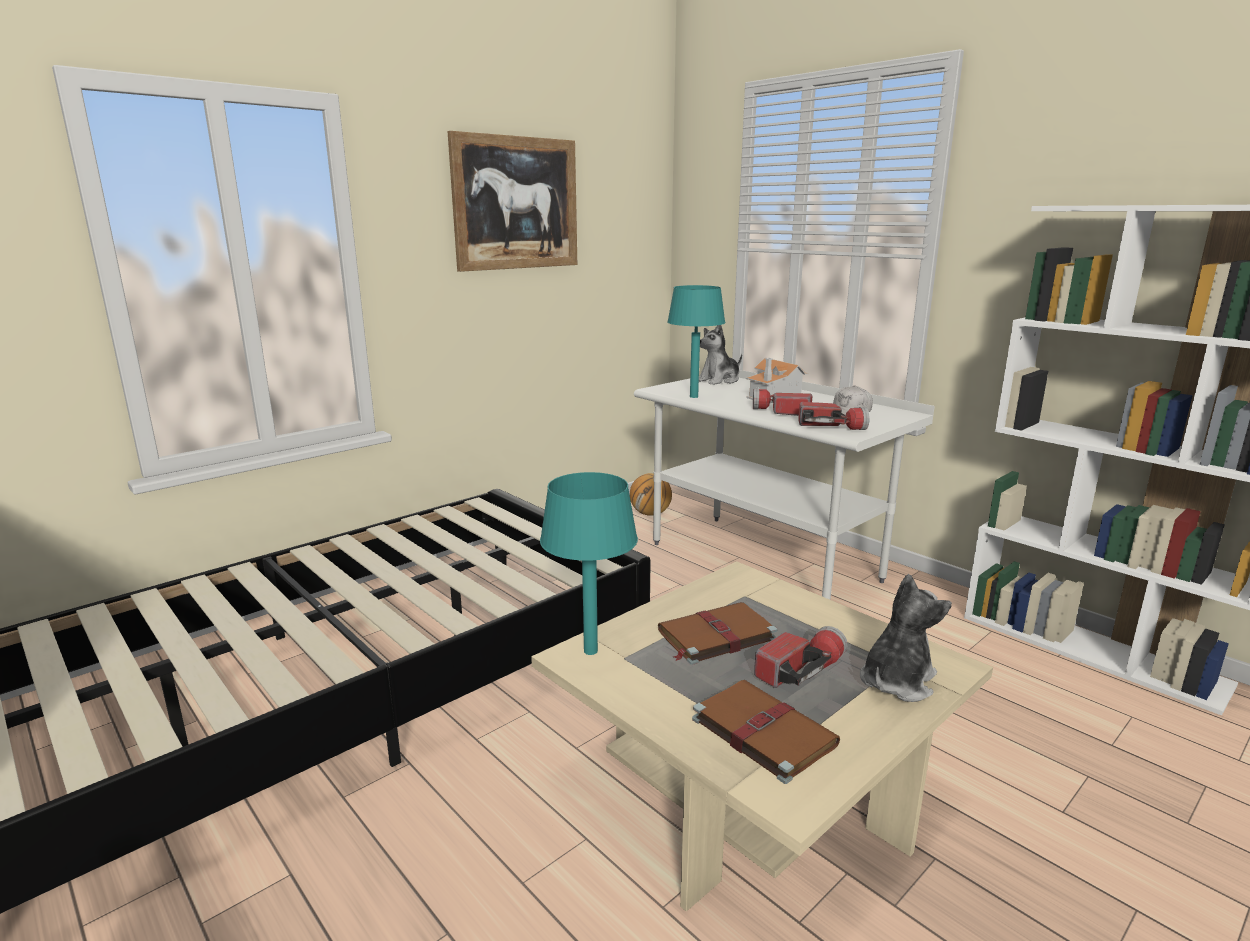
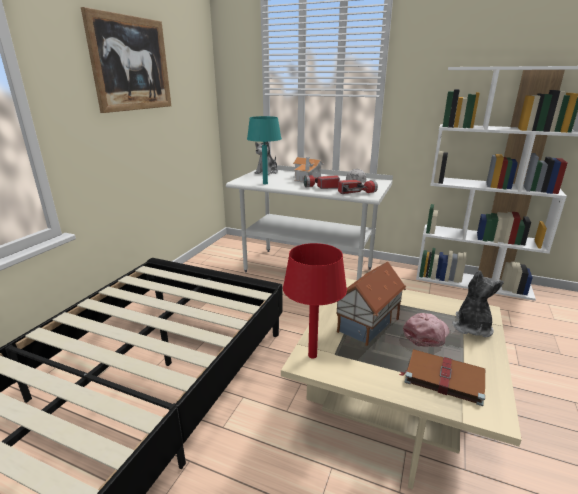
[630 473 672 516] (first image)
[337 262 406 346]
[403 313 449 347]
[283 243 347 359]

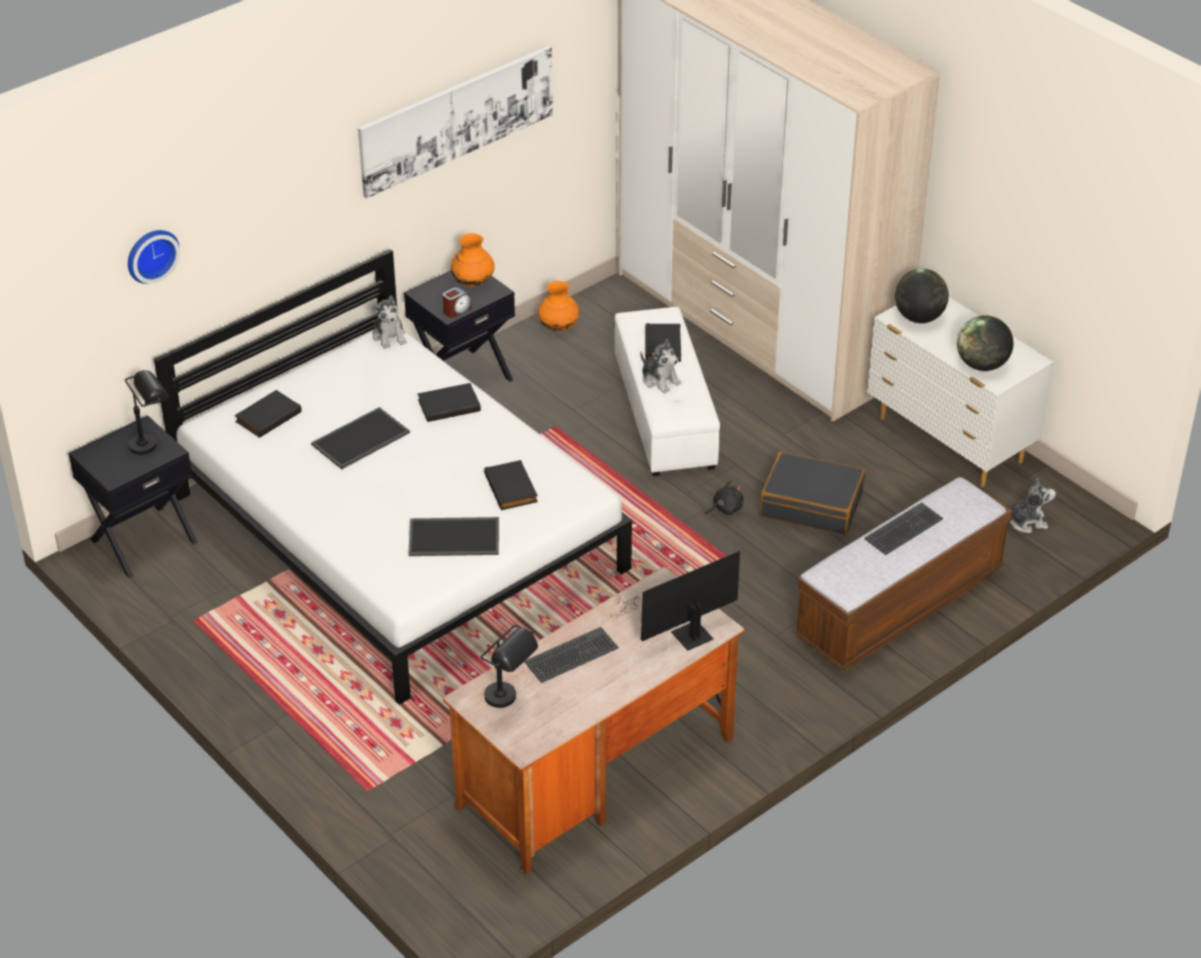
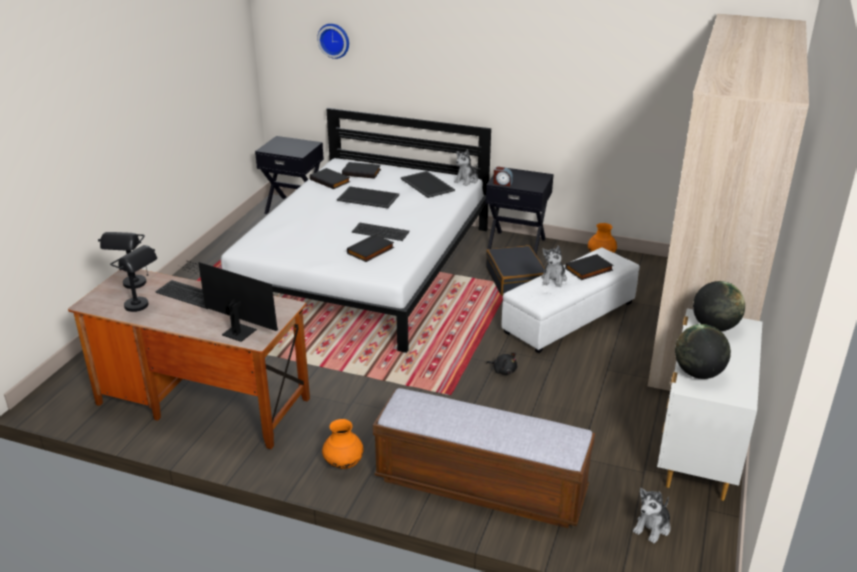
[358 46 553 199] (first image)
[110 245 157 312]
[401 171 455 198]
[310 168 350 189]
[322 419 363 469]
[486 245 545 296]
[352 223 410 241]
[633 488 671 543]

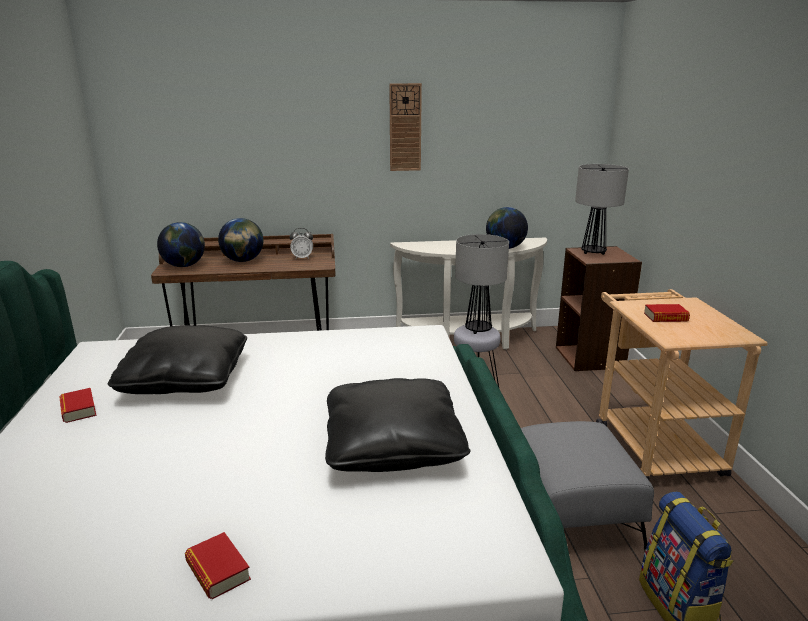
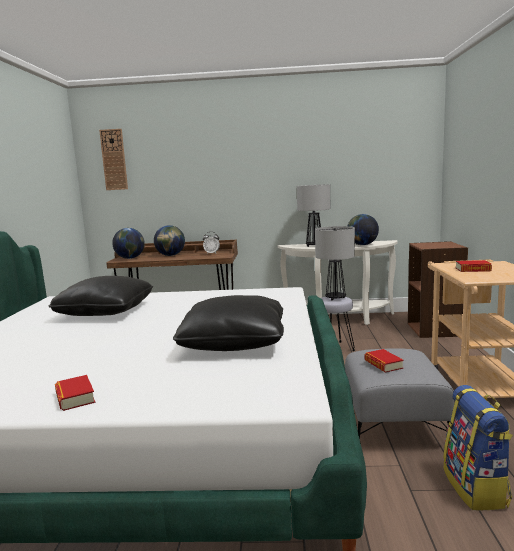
[364 349 404 372]
[99 129 128 190]
[297 184 331 247]

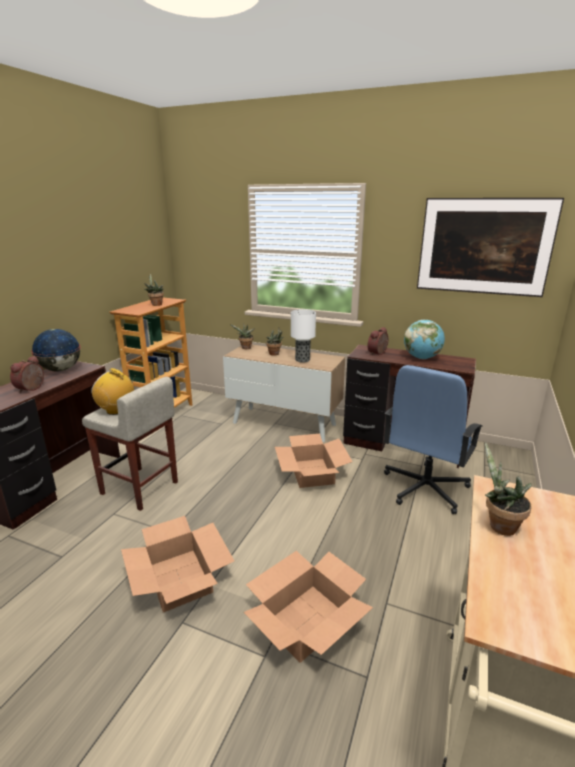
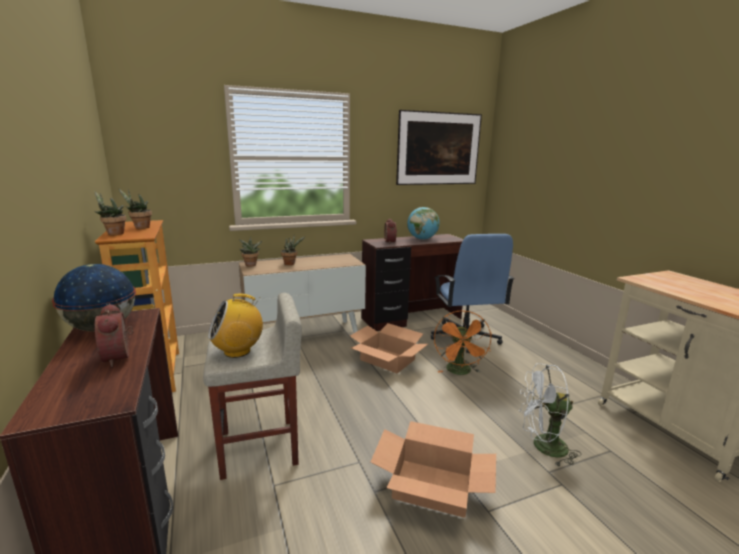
[291 309 316 363] (first image)
[434 310 492 375]
[94 192 126 235]
[519 363 581 466]

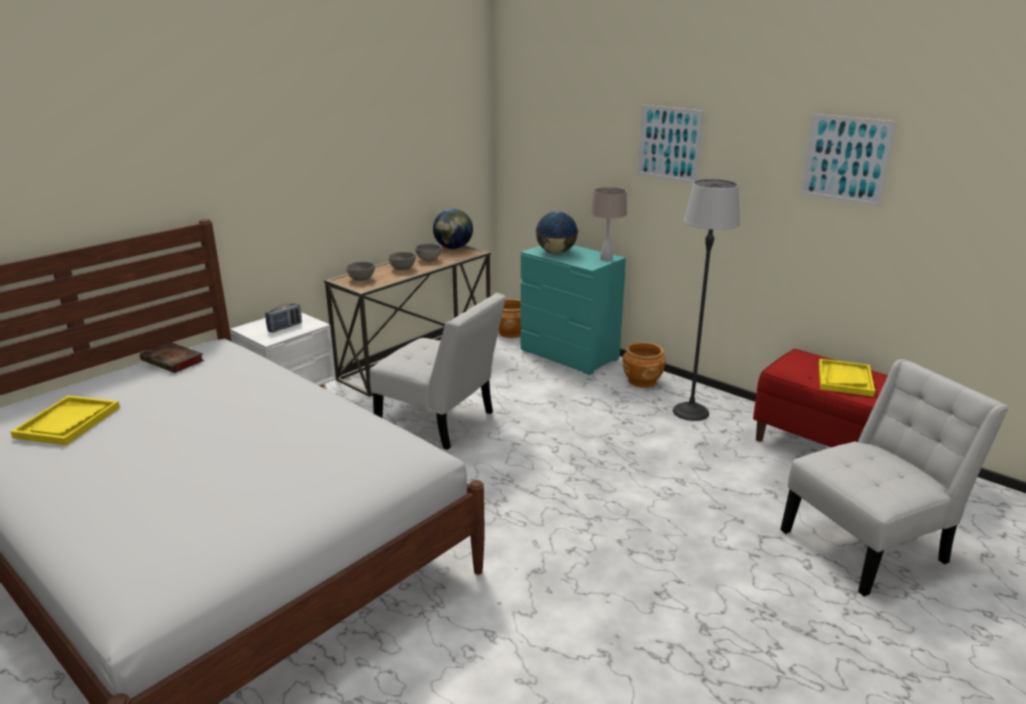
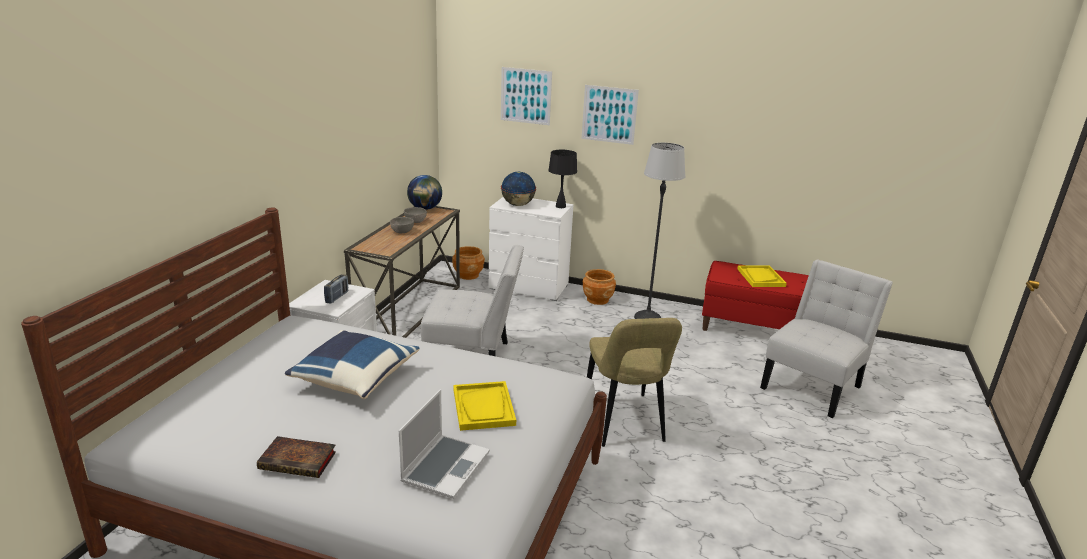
[346 262 375 281] (first image)
[285 330 419 399]
[399 389 490 499]
[587 318 682 447]
[454 381 516 431]
[257 436 336 478]
[501 67 552 125]
[489 197 574 301]
[548 150 577 208]

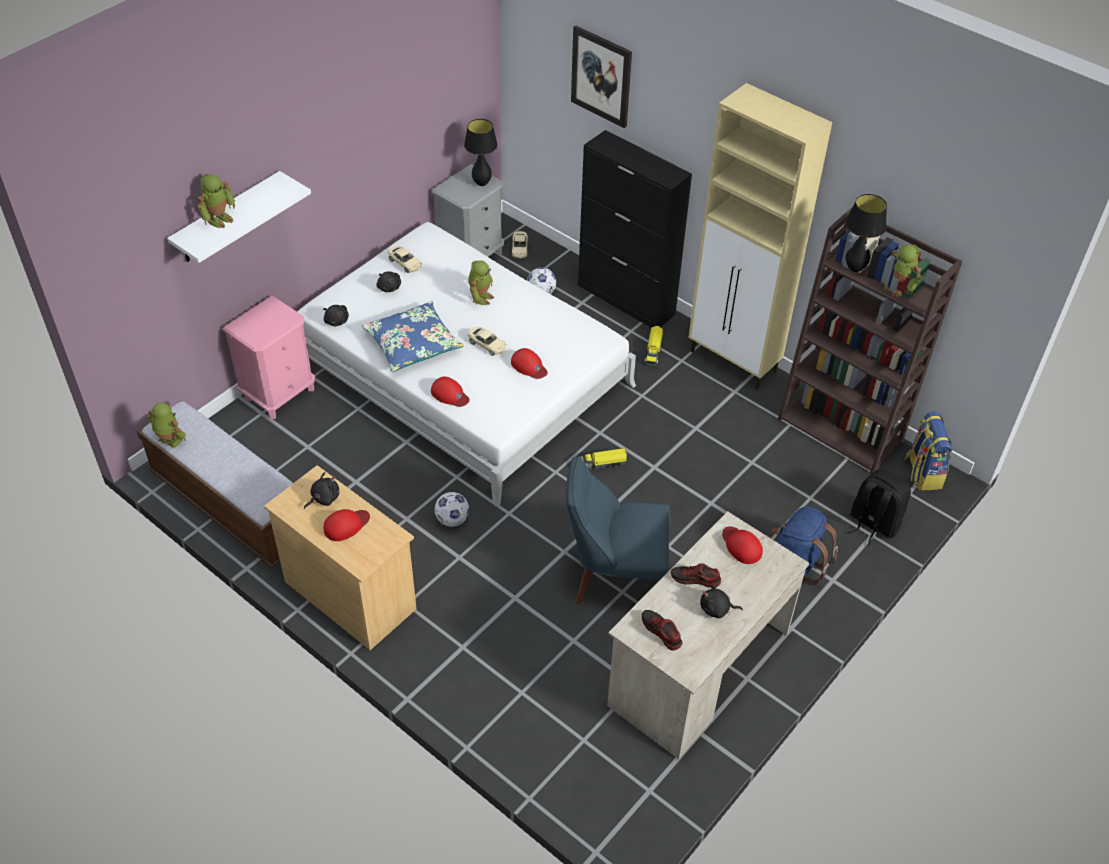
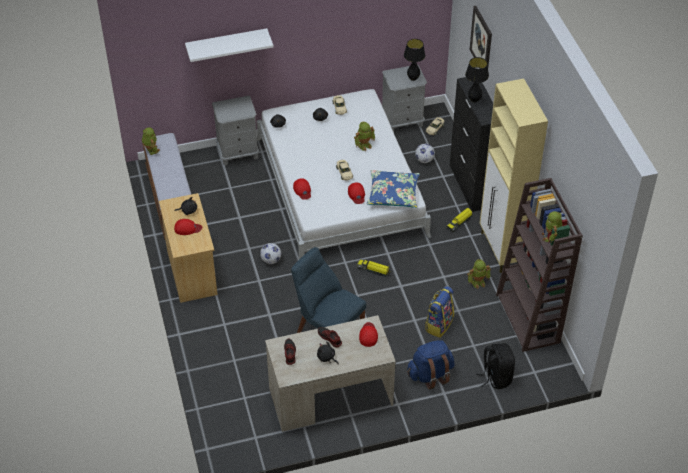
[467 259 491 289]
[367 170 420 208]
[465 57 489 102]
[425 286 454 338]
[212 96 259 165]

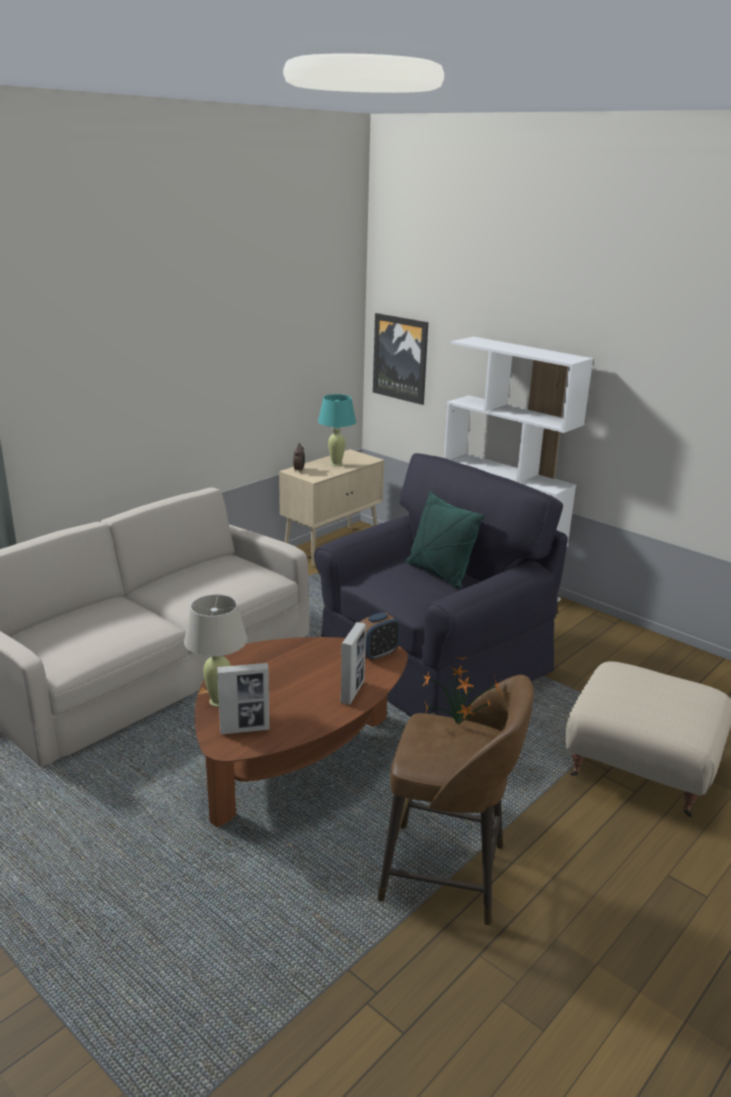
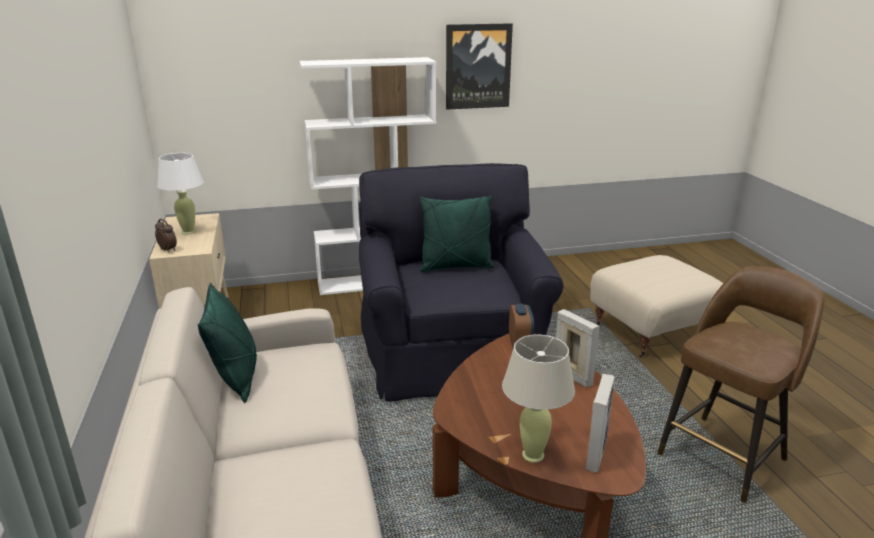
[423 656 502 725] (first image)
[198 283 257 403]
[446 23 513 110]
[157 153 203 234]

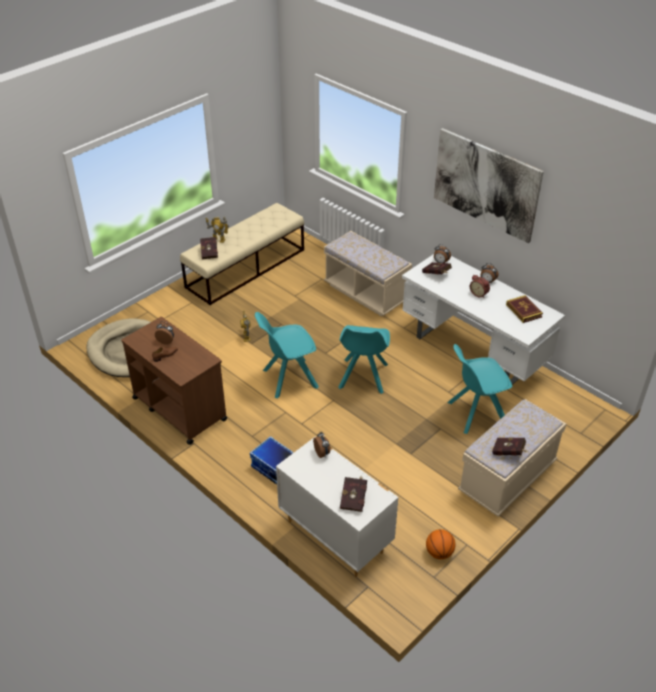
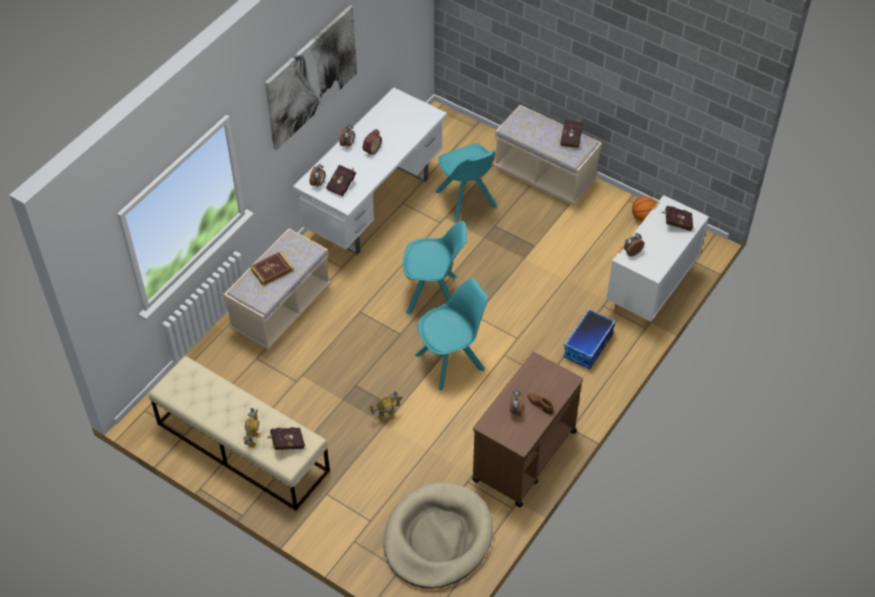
[250 252 294 286]
[415 278 488 391]

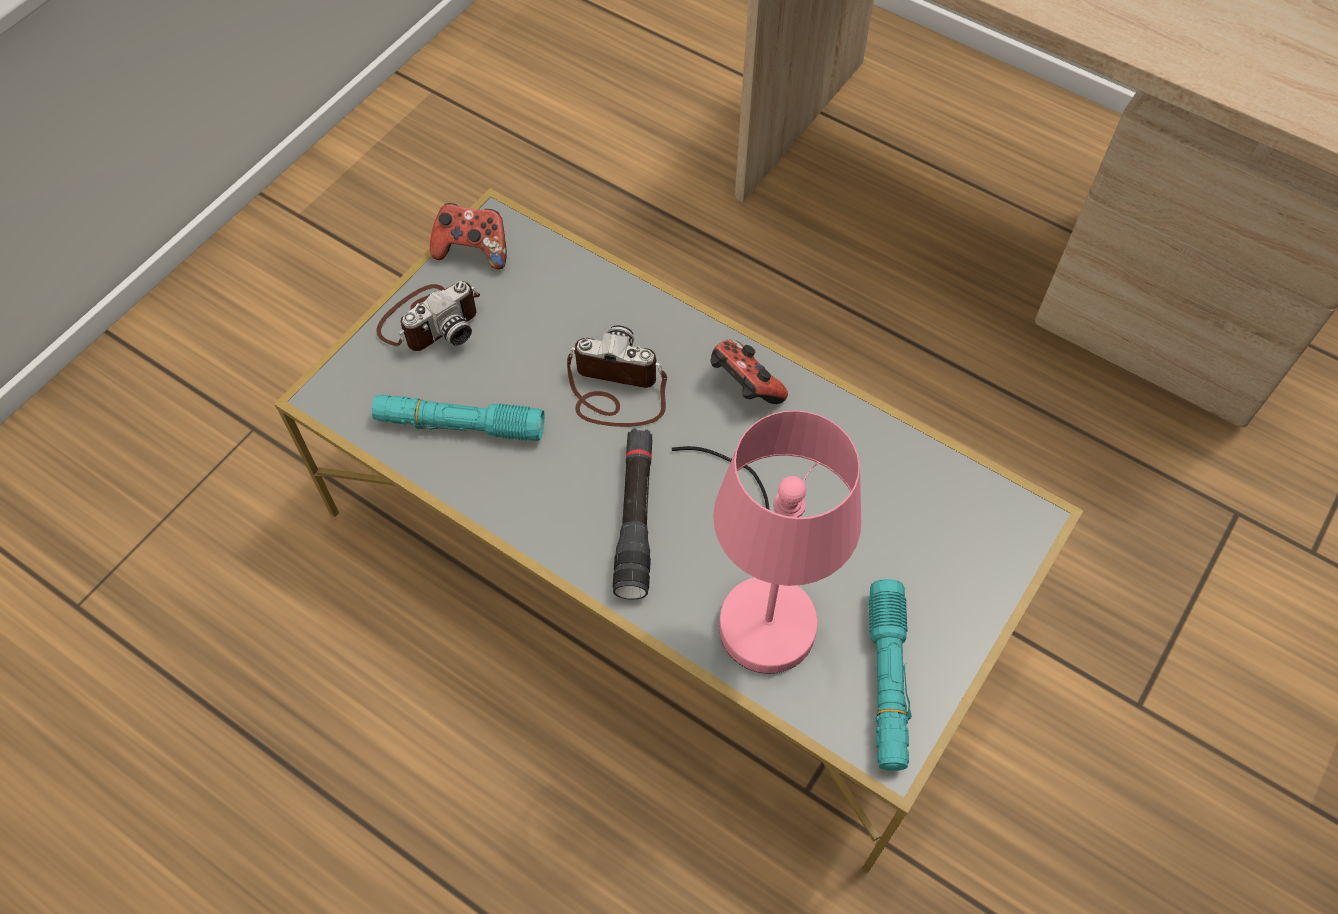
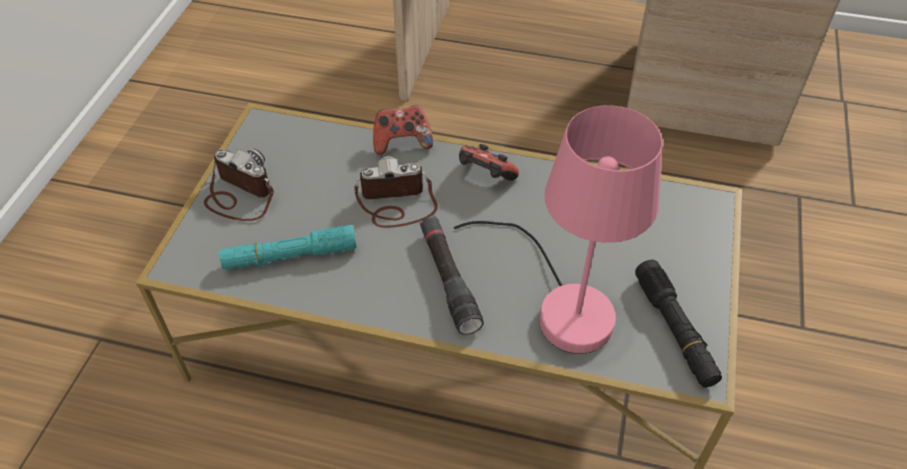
[373 106 433 155]
[635 260 722 388]
[204 148 274 221]

